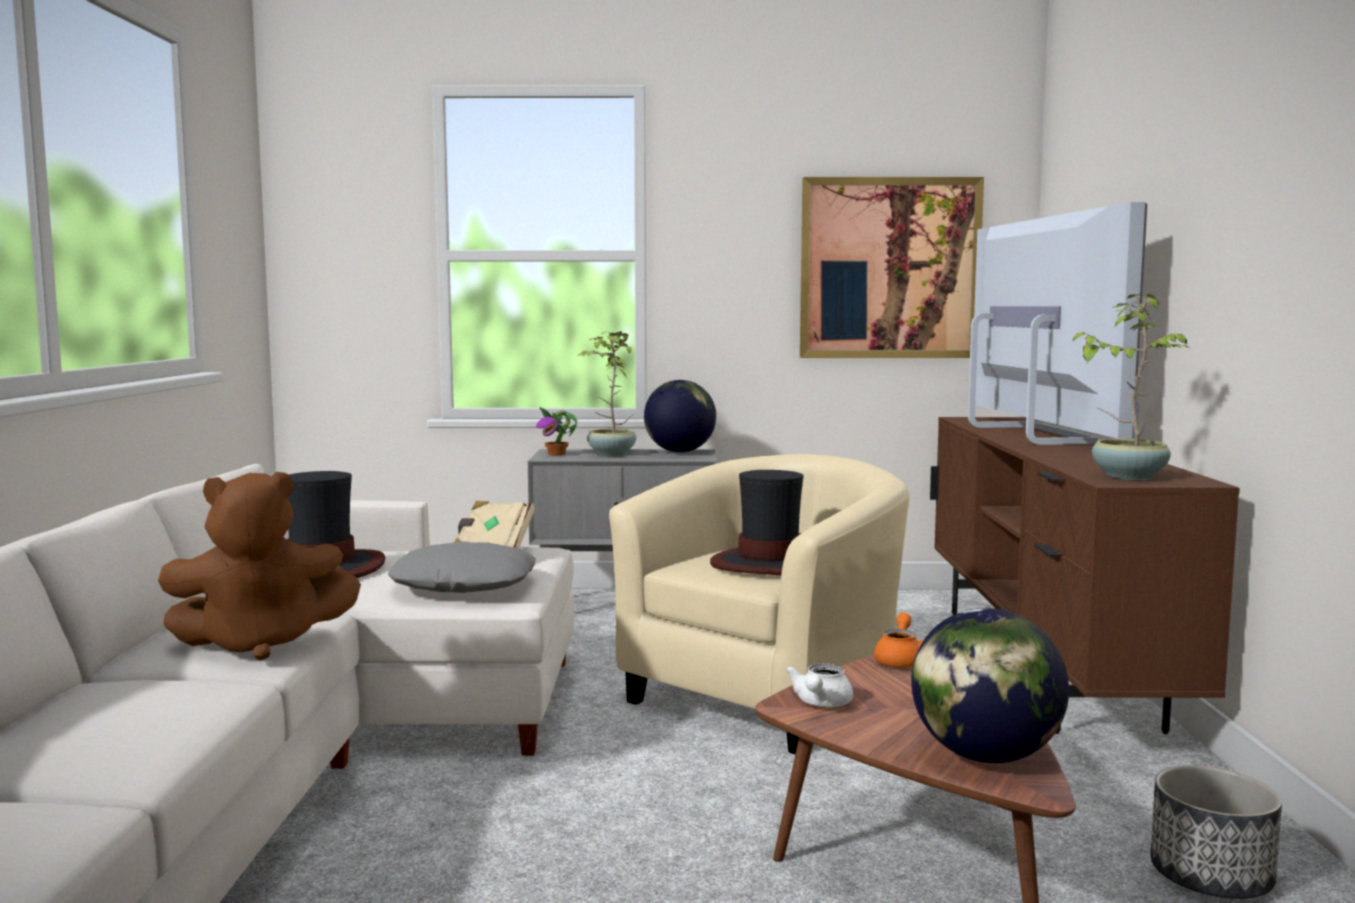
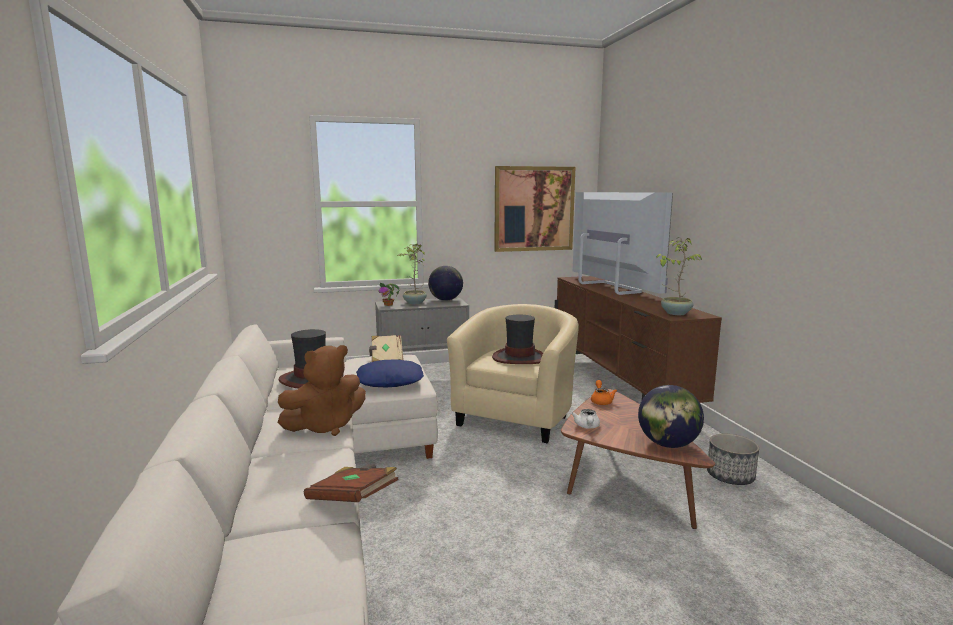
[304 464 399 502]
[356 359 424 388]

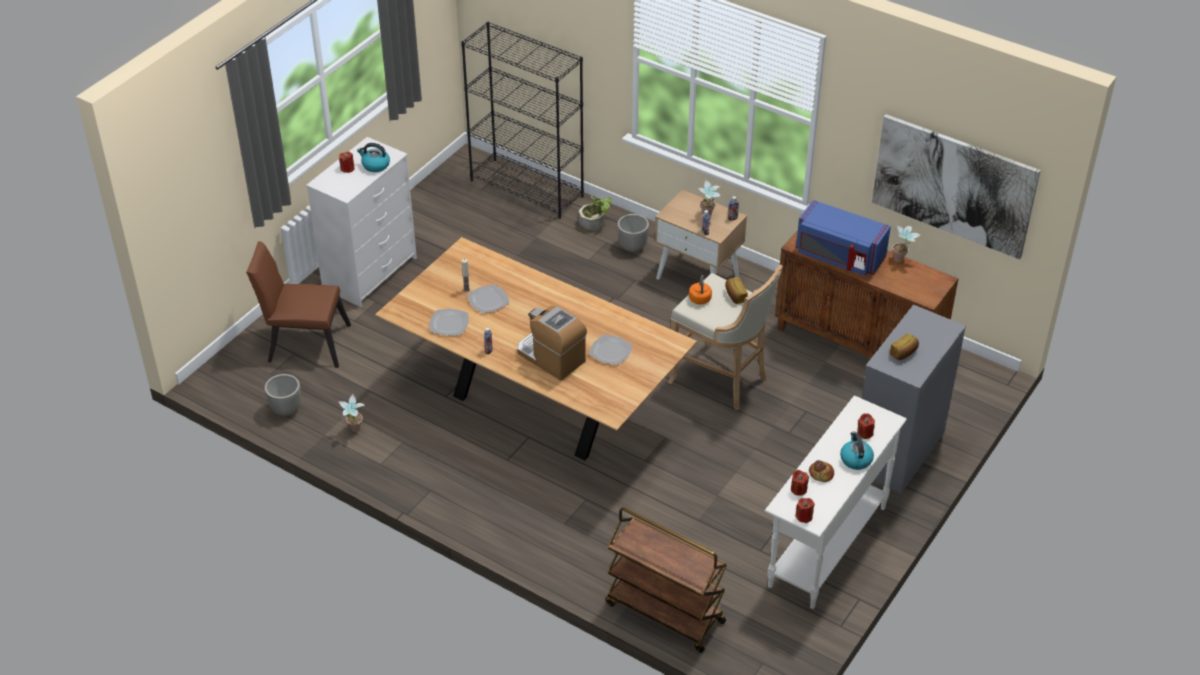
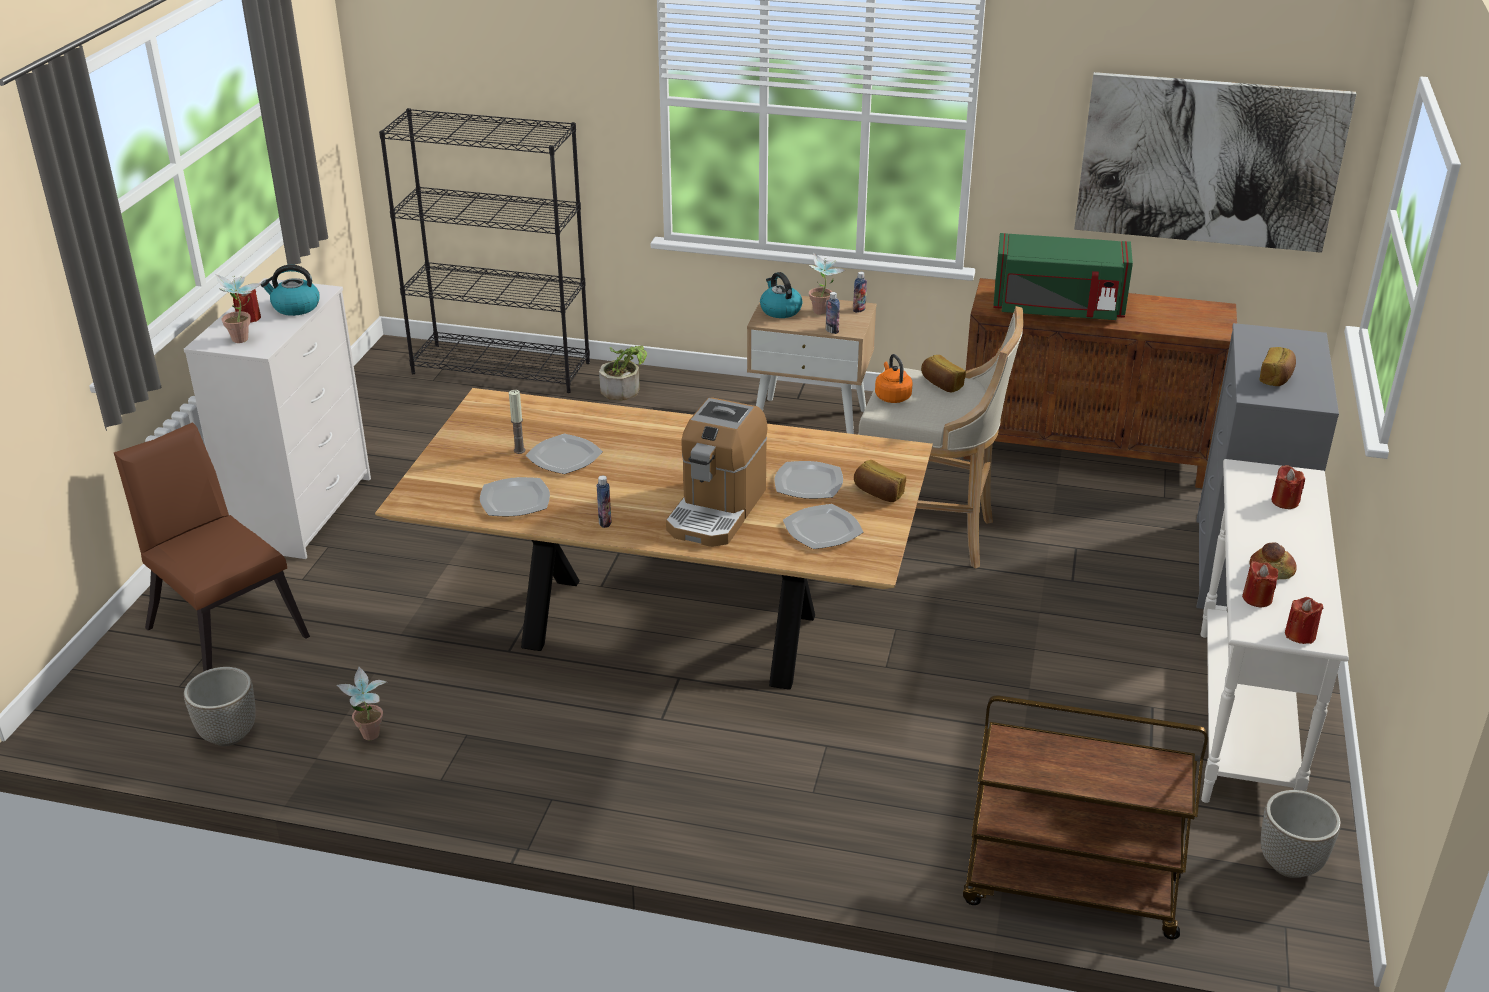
[783 504 863 549]
[854 460 906 502]
[1261 790 1341 878]
[760 272 803 318]
[215 274 262 343]
[993 233 1133 320]
[114 422 310 672]
[666 397 767 547]

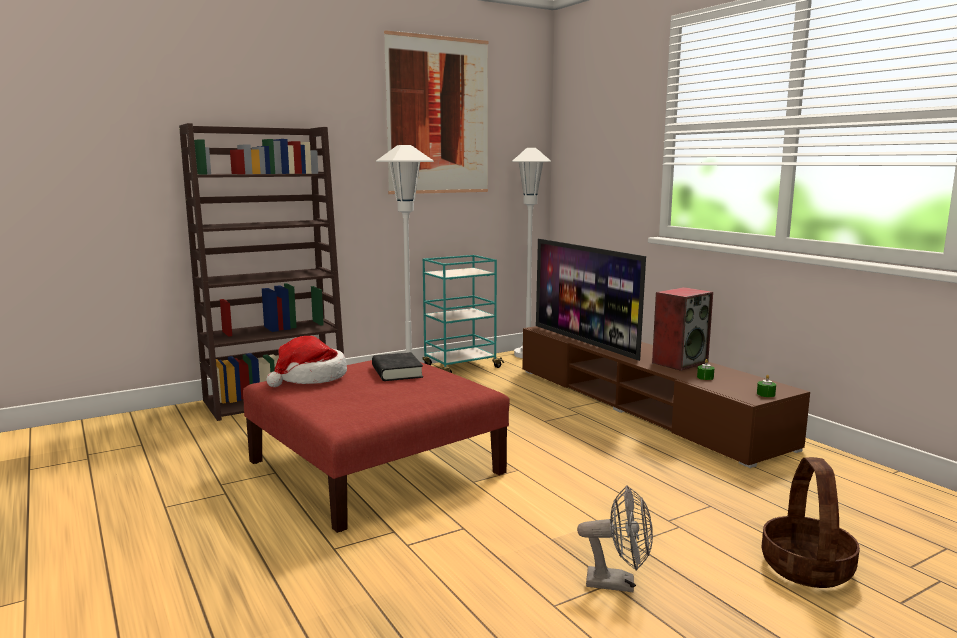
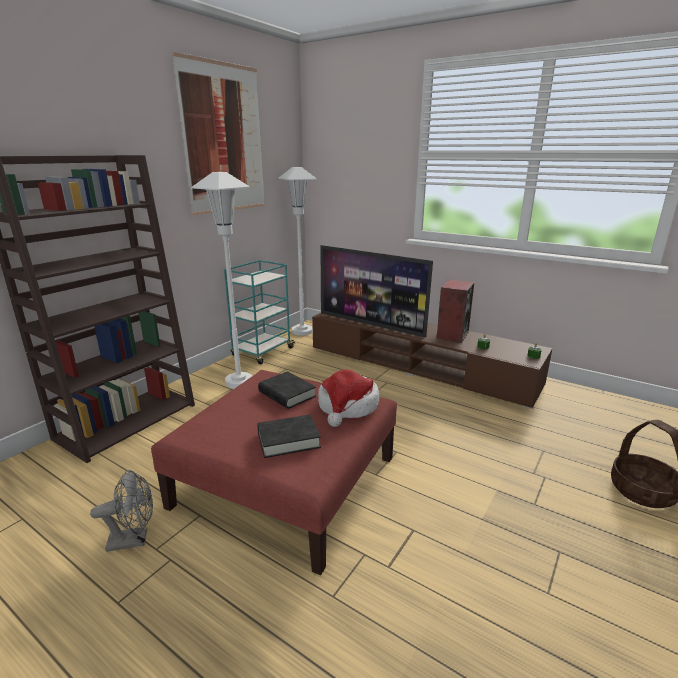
[257 415 321 458]
[318 369 379 427]
[90 470 153 552]

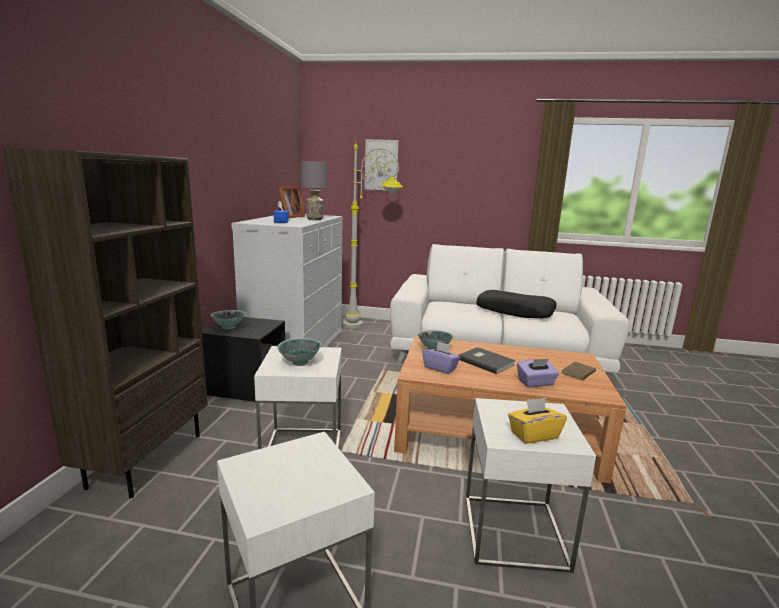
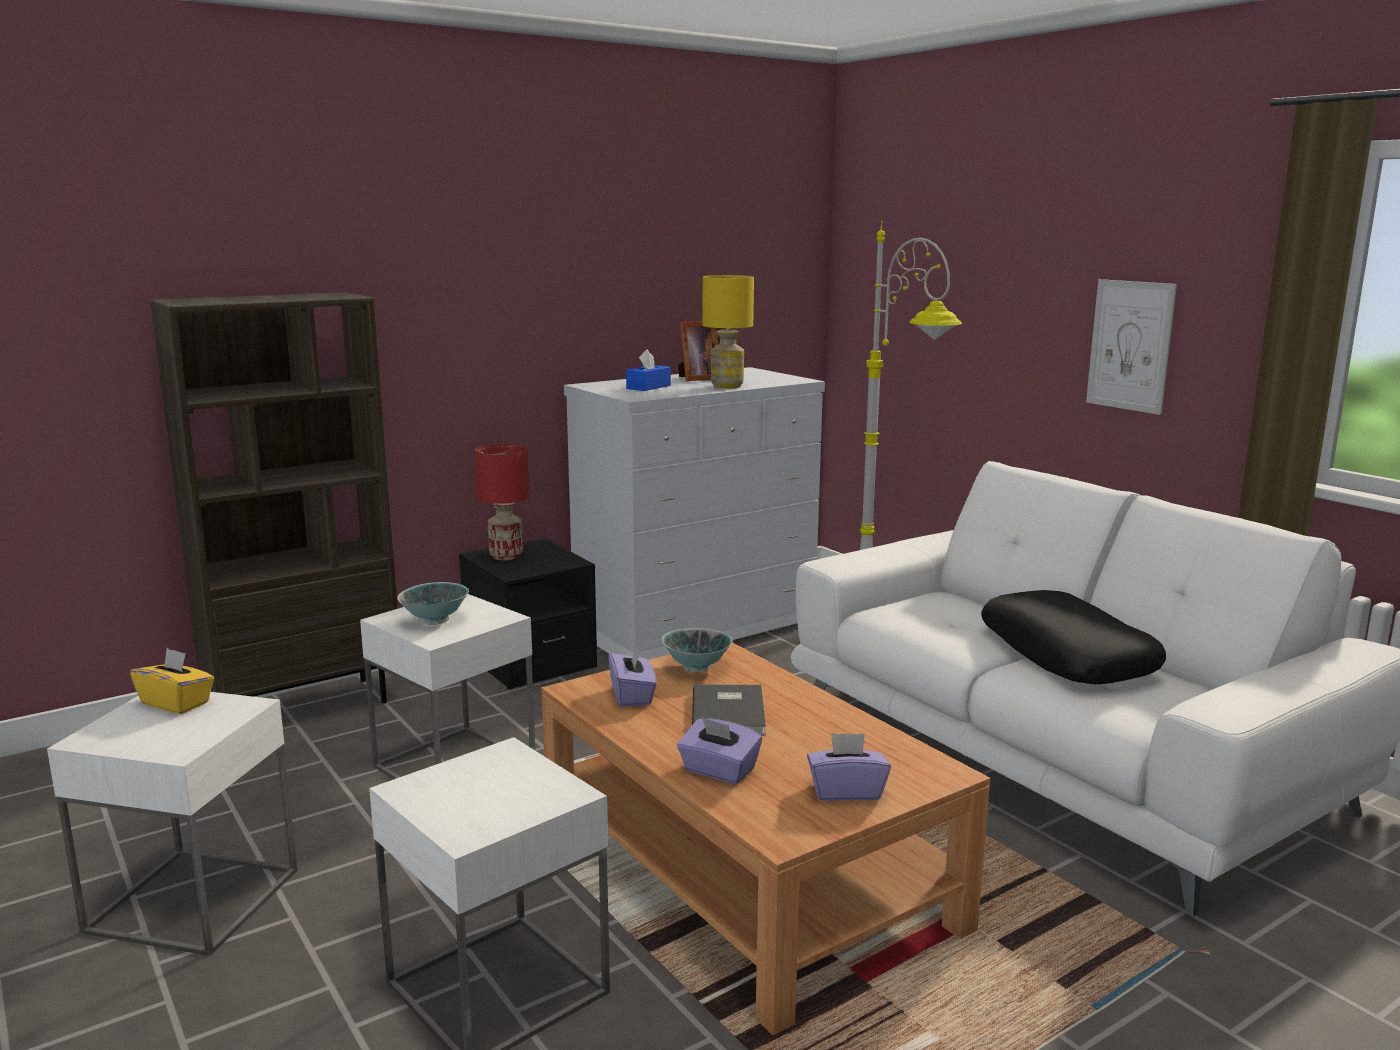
[1086 279 1177 415]
[130 648 214 714]
[475 444 530 561]
[807 733 891 801]
[702 275 754 389]

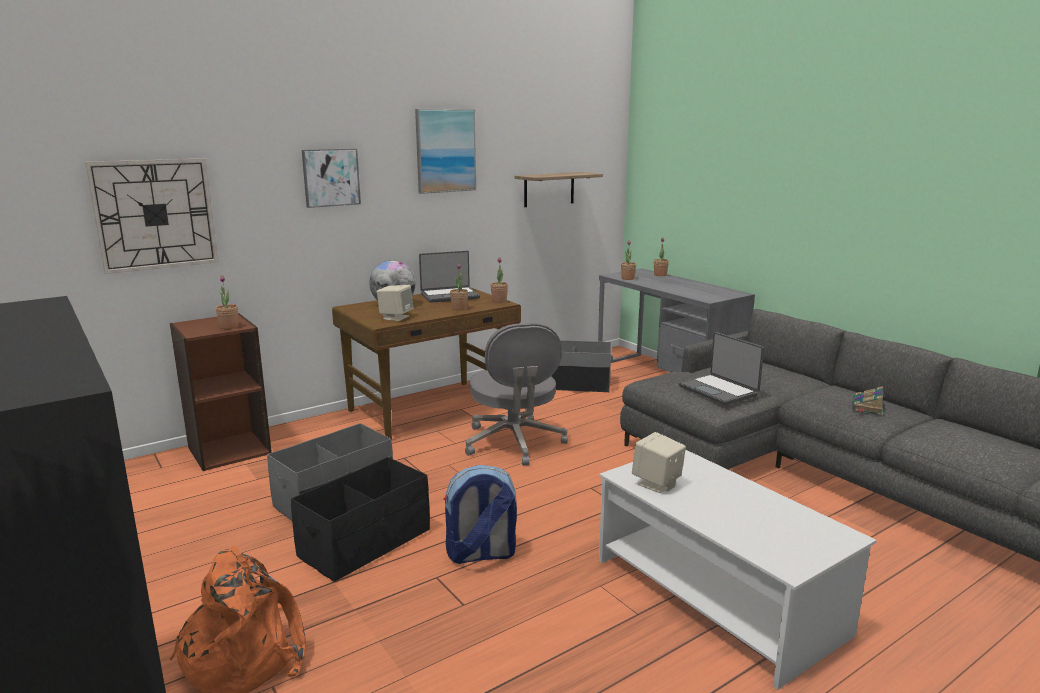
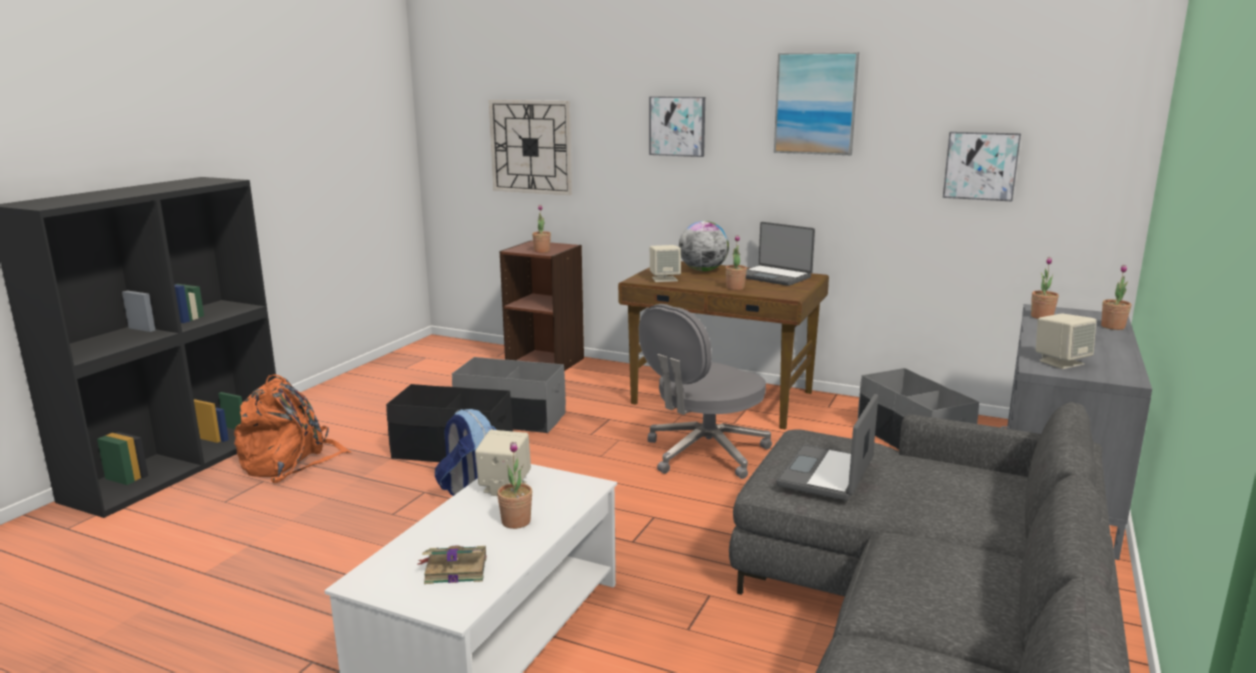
[1036 313 1096 369]
[497 442 532 529]
[418 546 487 584]
[943 132 1021 201]

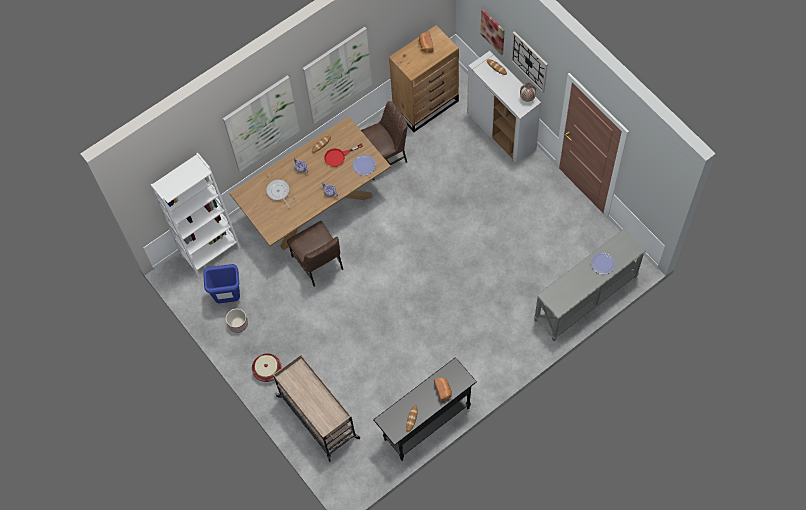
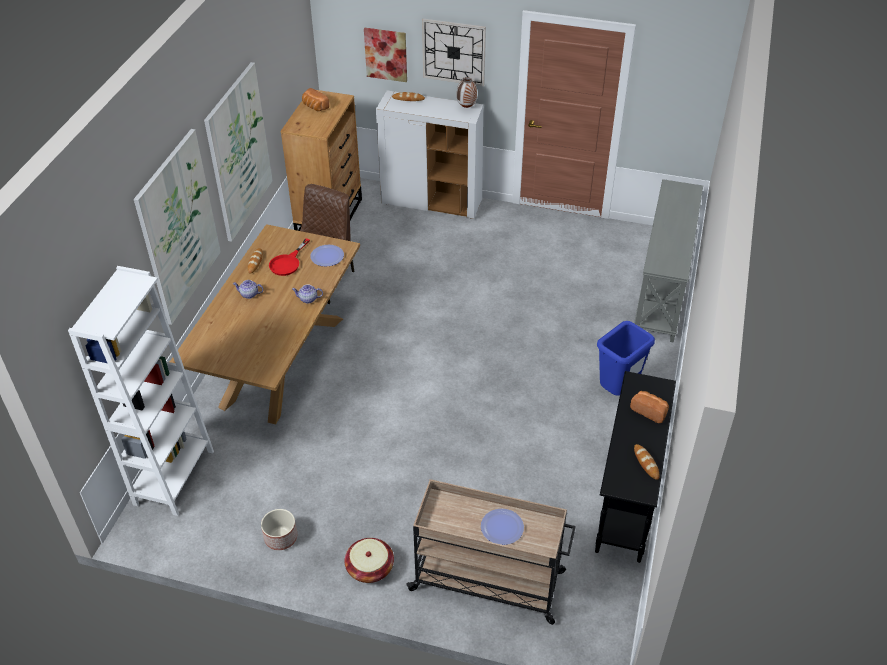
[266 179 291 209] (first image)
[287 221 343 286] (first image)
[597 321 655 396]
[481 509 524 545]

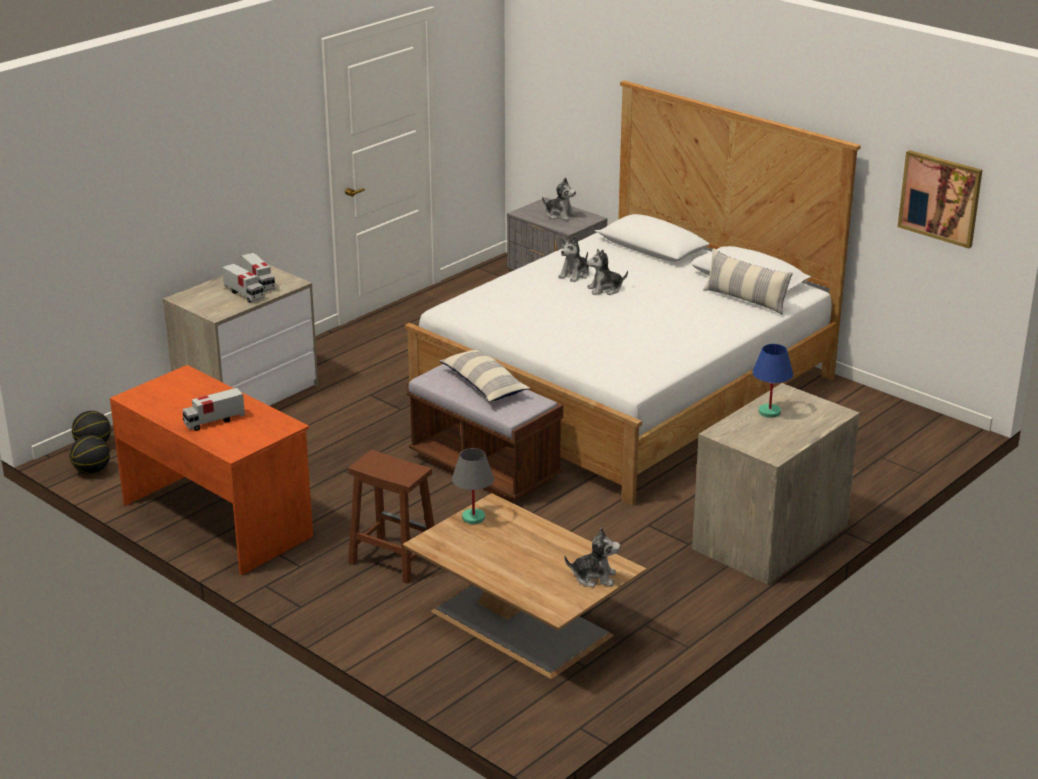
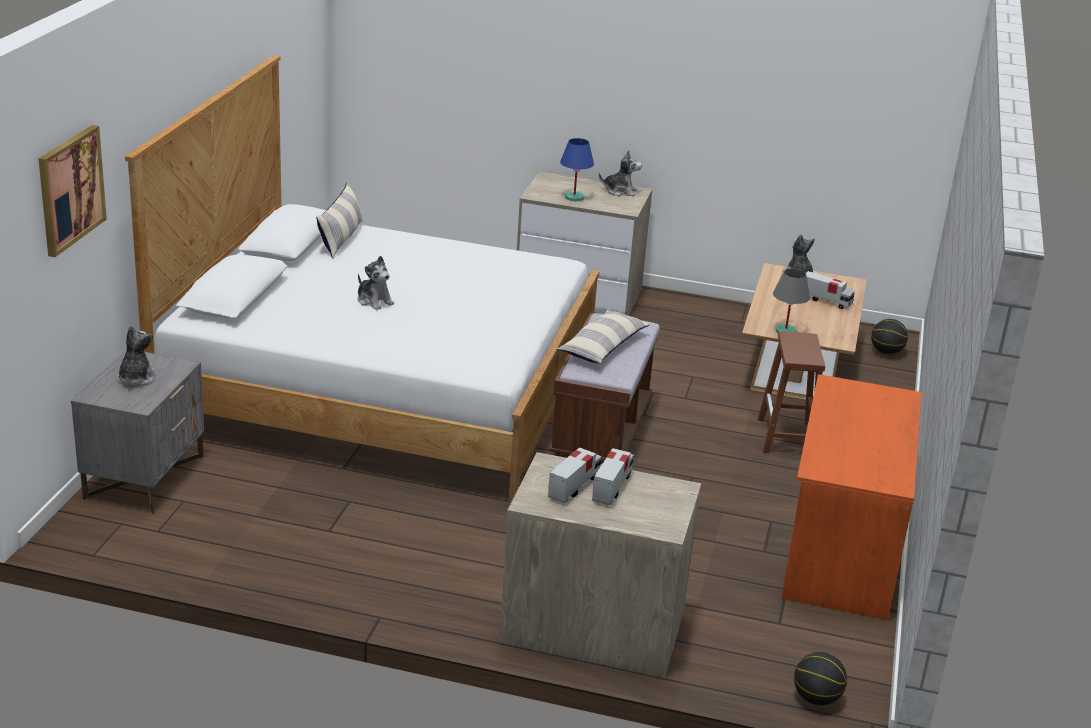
[871 319 908 355]
[806 271 855 309]
[599 150 642 196]
[38 125 107 257]

